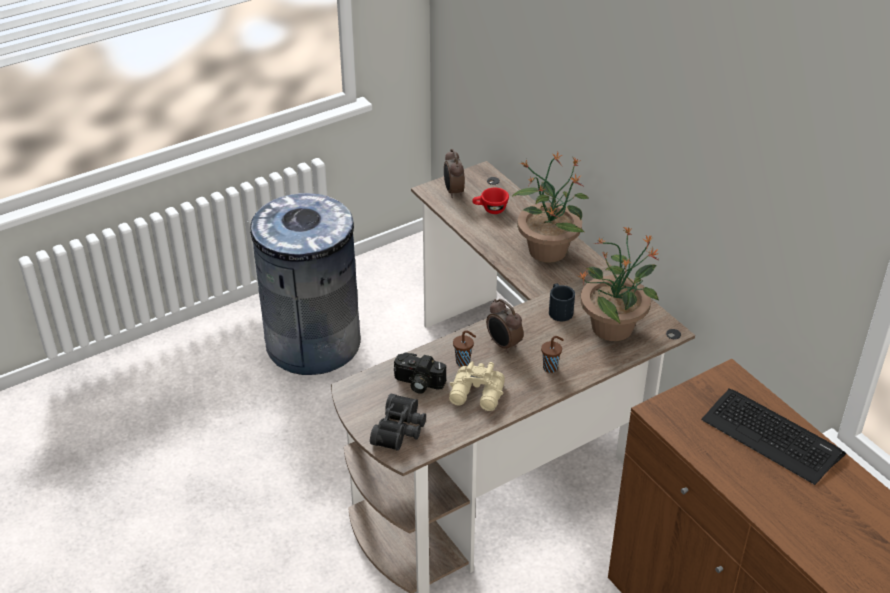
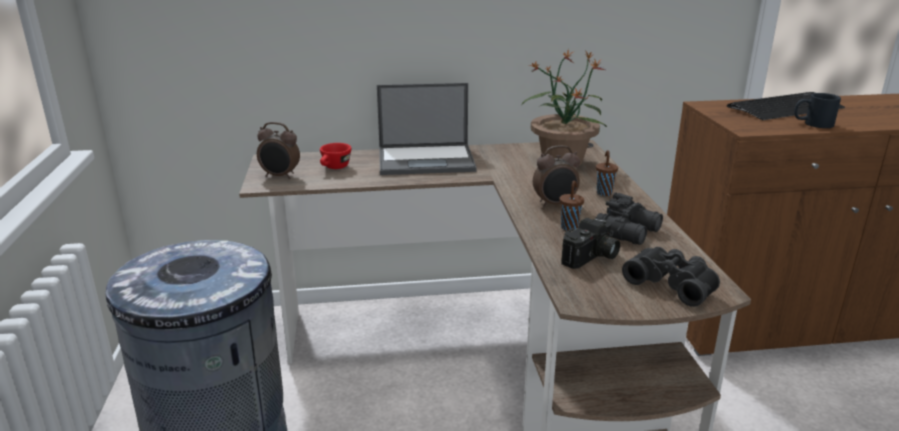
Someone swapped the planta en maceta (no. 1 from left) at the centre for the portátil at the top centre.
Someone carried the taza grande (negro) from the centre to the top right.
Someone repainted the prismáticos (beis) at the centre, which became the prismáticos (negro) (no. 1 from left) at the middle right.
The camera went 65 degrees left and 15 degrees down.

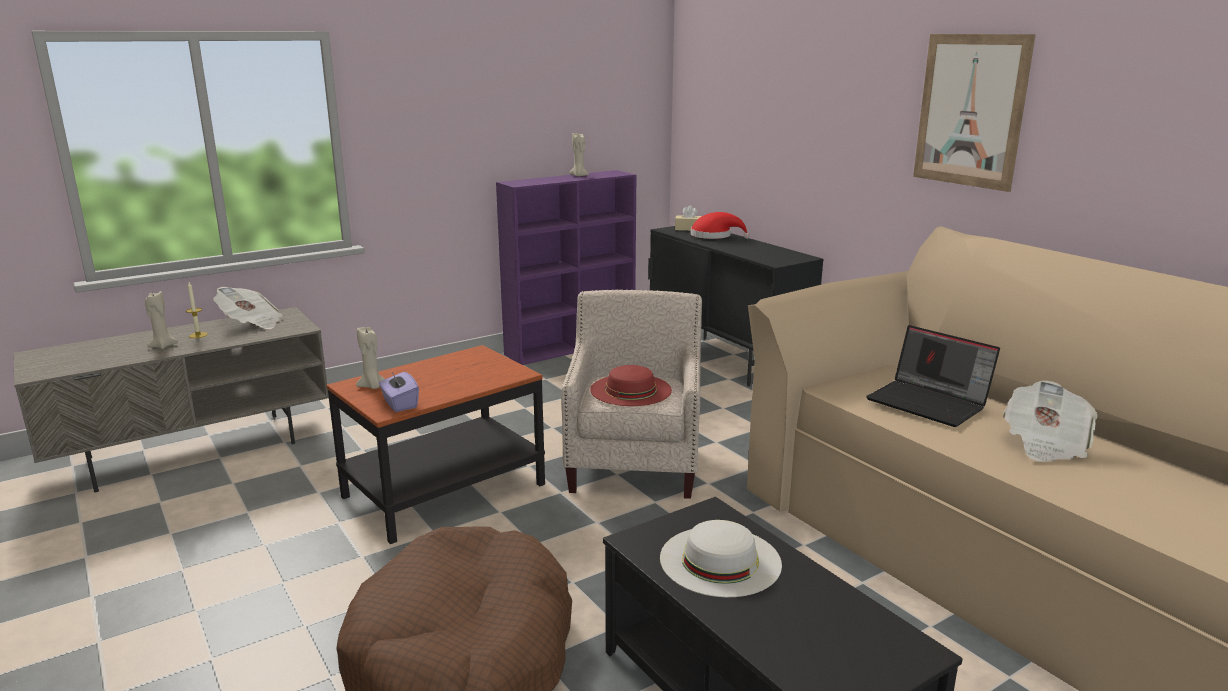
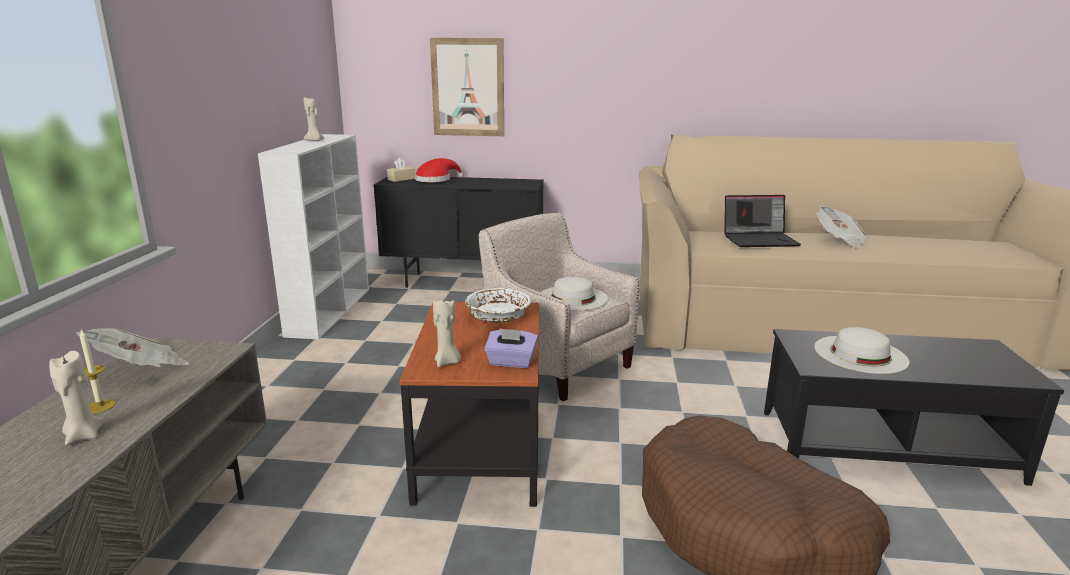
Someone carried the cuadro from the top right to the top centre.
Someone repainted the estantería (morado) at the centre, which became the estantería (blanco) at the middle left.
Someone repainted the sombrero (rojo) (no. 1 from left) at the centre, which became the sombrero (blanco) (no. 1 from left) at the centre.
Someone put down the cuenco (blanco) at the centre.
The camera went 50 degrees left and 0 degrees up.

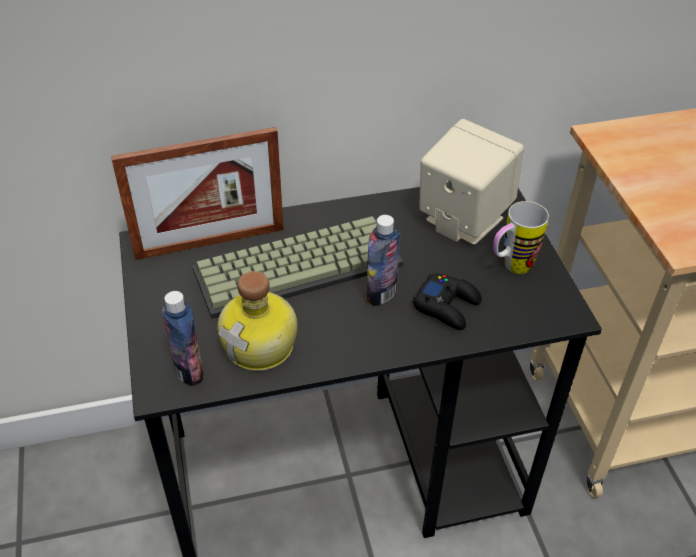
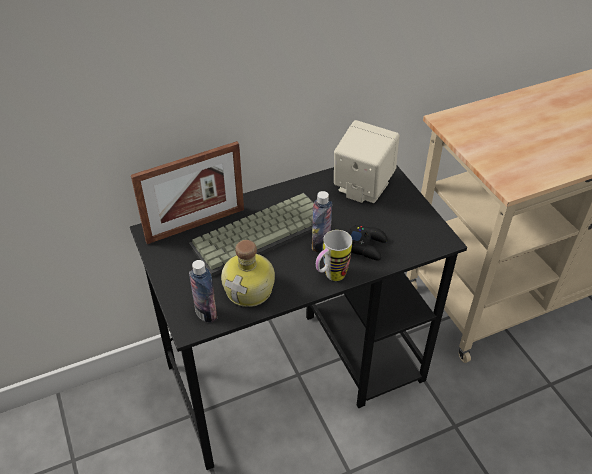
Someone carried the taza grande from the middle right to the centre.
The camera went 10 degrees left and 0 degrees up.

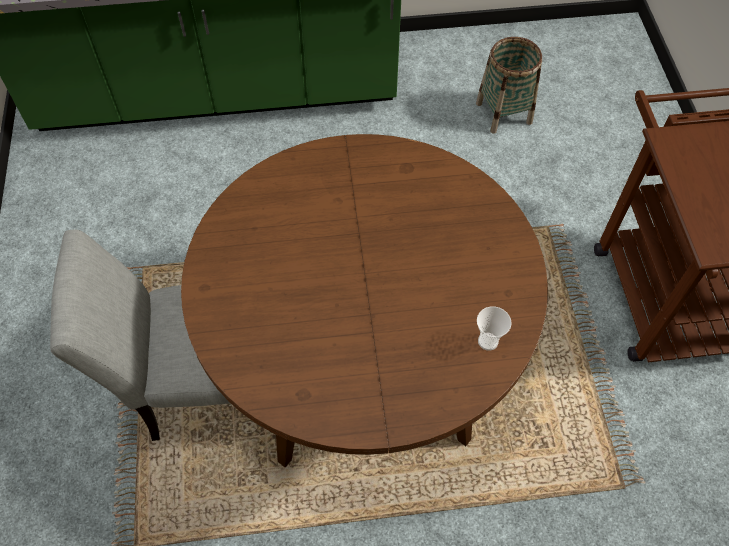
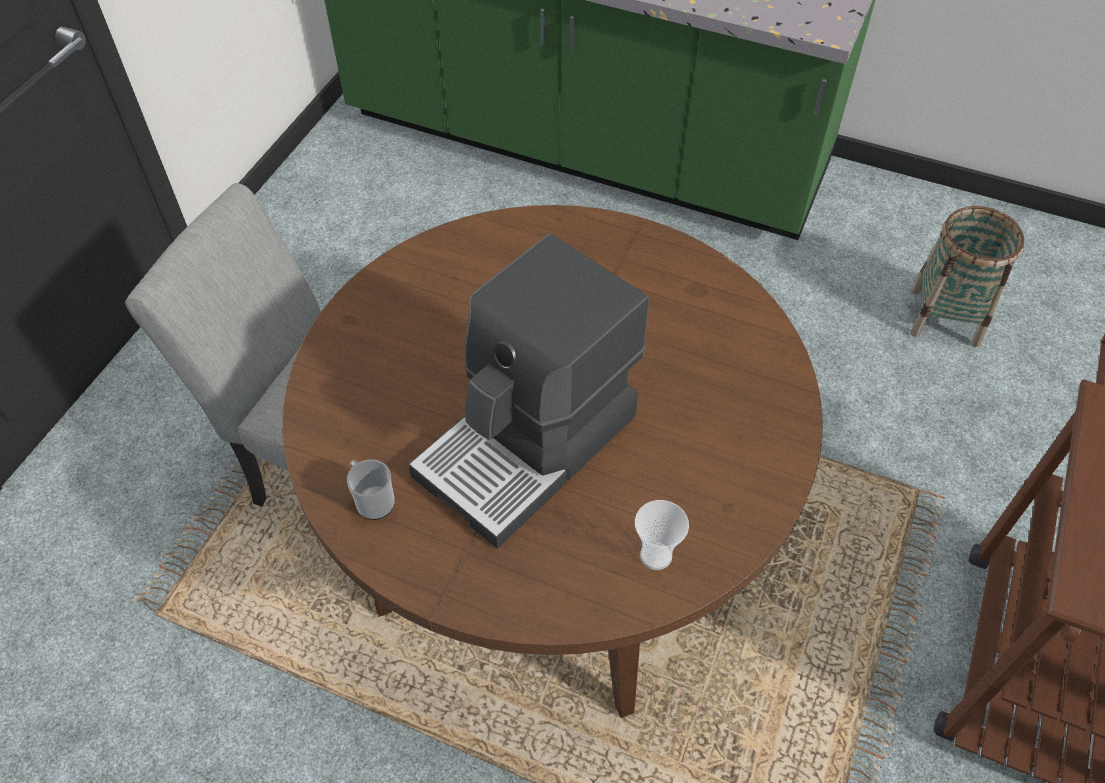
Someone put down the cafetera at the centre.
Someone put down the taza grande at the centre.
The camera went 30 degrees right and 5 degrees down.

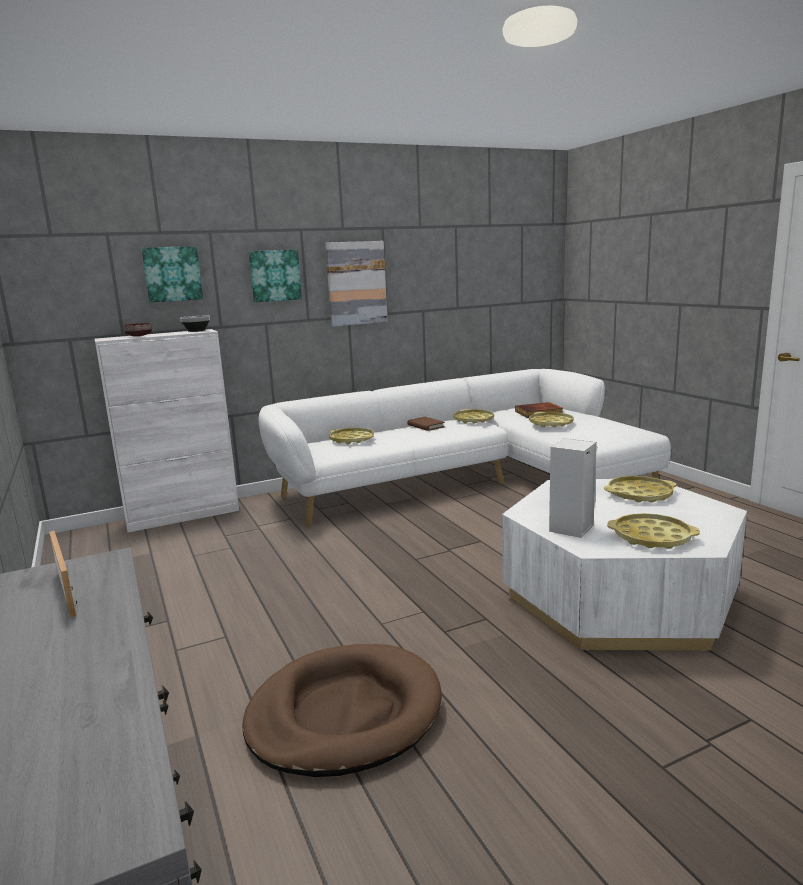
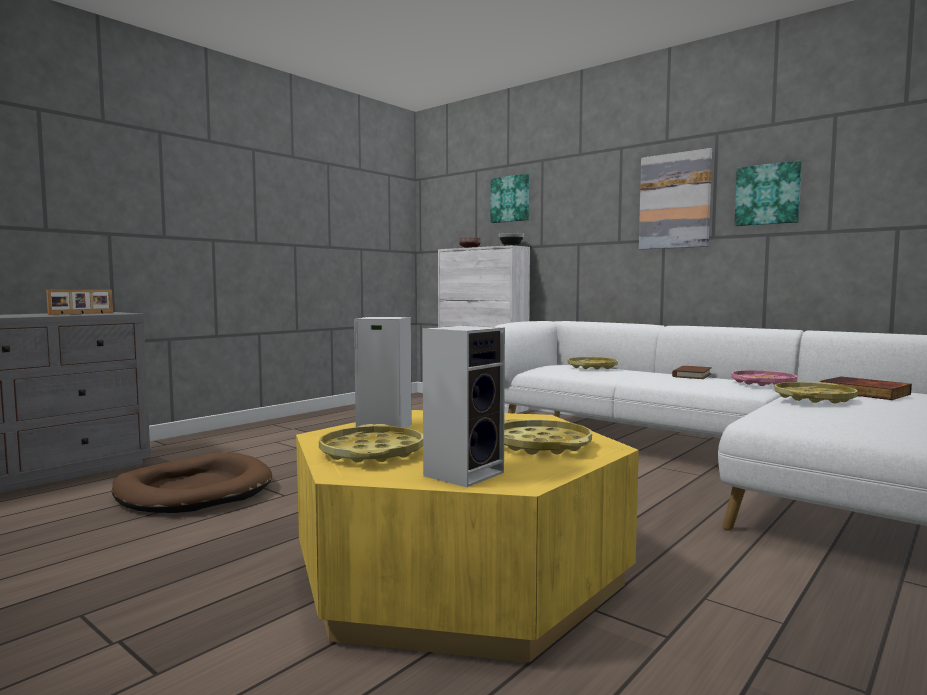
Someone carried the cuadro (no. 2 from left in the first image) from the top centre to the top right.
Someone repainted the bandeja (amarillo) (no. 2 from left) at the centre, which became the bandeja (rosa) at the middle right.
Someone repainted the mesa de centro (blanco) at the middle right, which became the mesa de centro (amarillo) at the bottom centre.
Someone put down the altavoz (no. 2 from left) at the centre.
The camera went 65 degrees right and 10 degrees down.

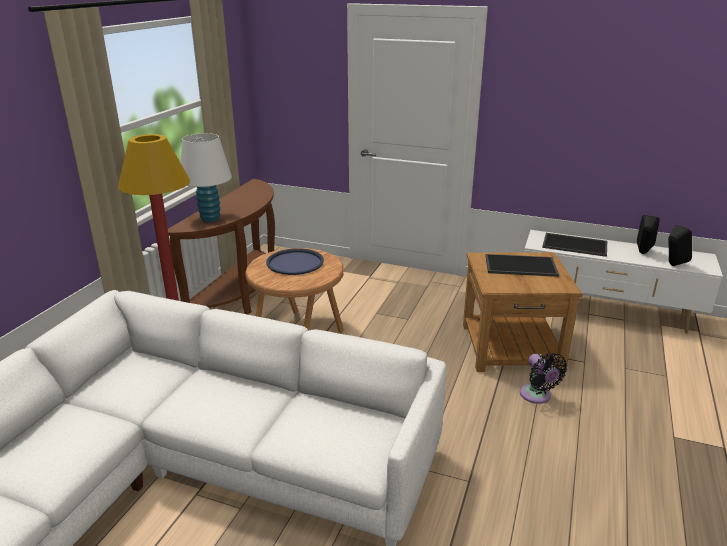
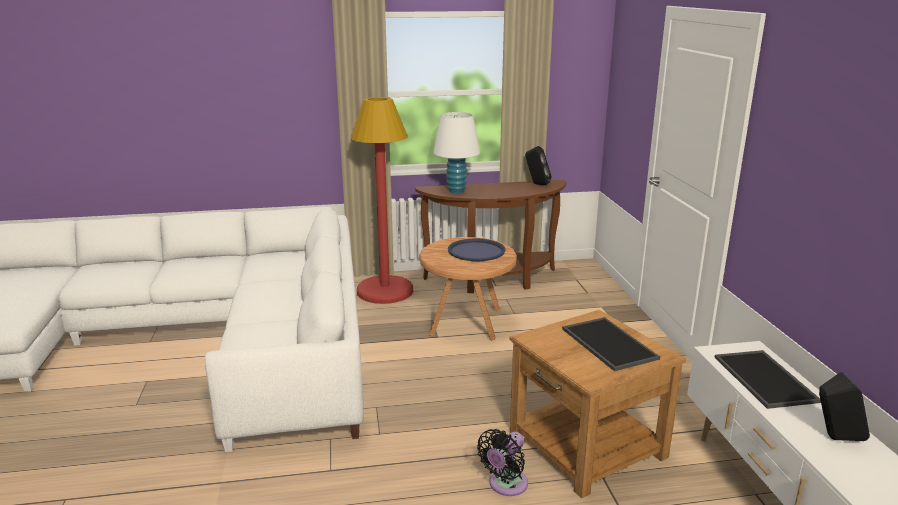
Someone carried the altavoz (negro) (no. 2 from left in the first image) from the middle right to the top centre.
The camera went 60 degrees right and 5 degrees down.

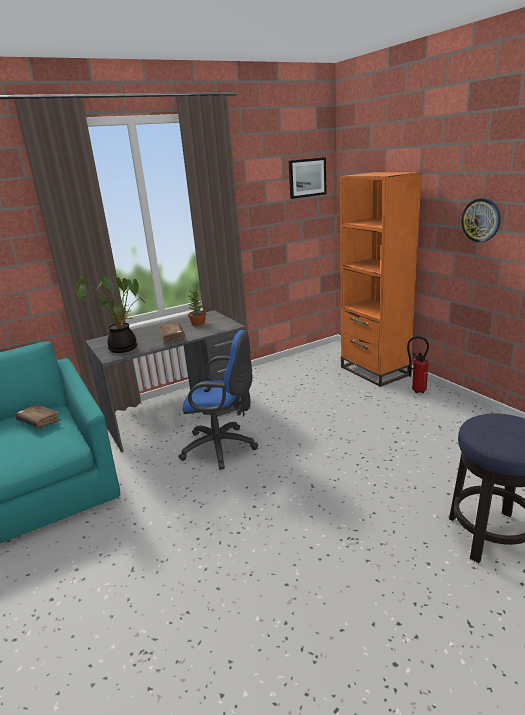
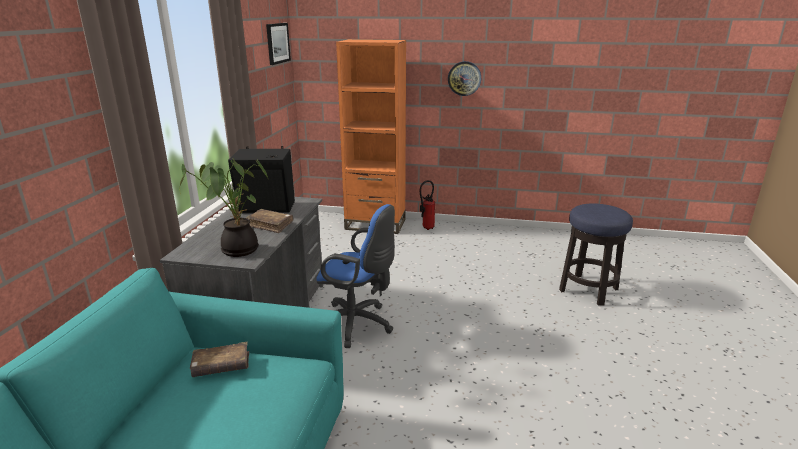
Someone swapped the planta en maceta (no. 2 from left) at the centre for the altavoz (negro) at the middle left.
Someone rotated the silla de oficina (azul) at the centre by 60 degrees clockwise.
The camera went 50 degrees left and 0 degrees up.

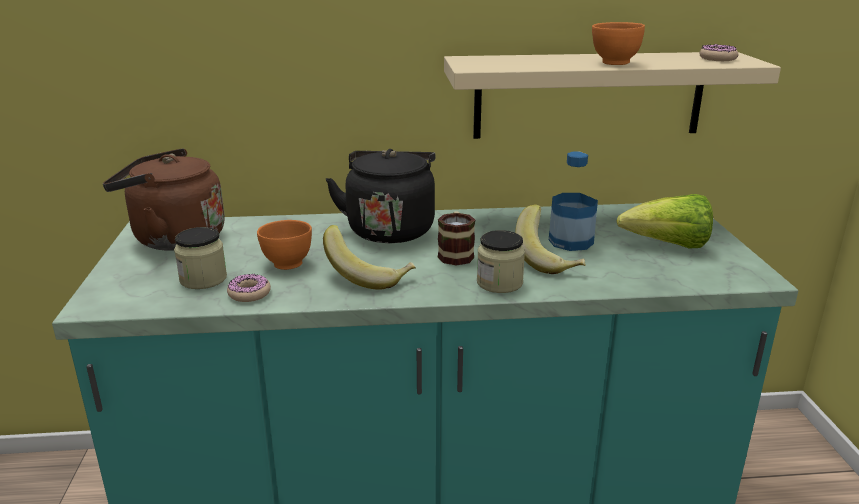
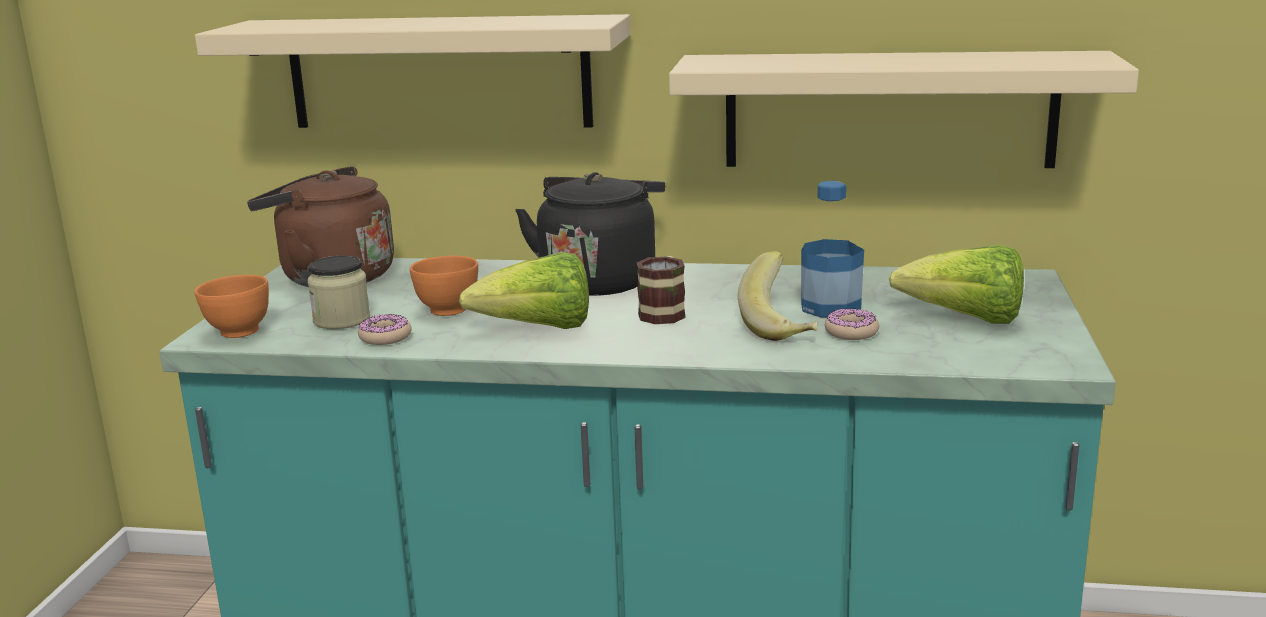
Someone carried the cuenco (naranja) (no. 2 from left in the first image) from the top right to the middle left.
Someone carried the rosquilla (no. 2 from left) from the top right to the middle right.
Someone swapped the plátano (no. 1 from left) at the centre for the lechuga (no. 1 from left) at the centre.
Someone took away the tarro (no. 2 from left) at the centre.
Someone put up the estante (beis) (no. 1 from left) at the top left.
The camera went 15 degrees right and 5 degrees down.

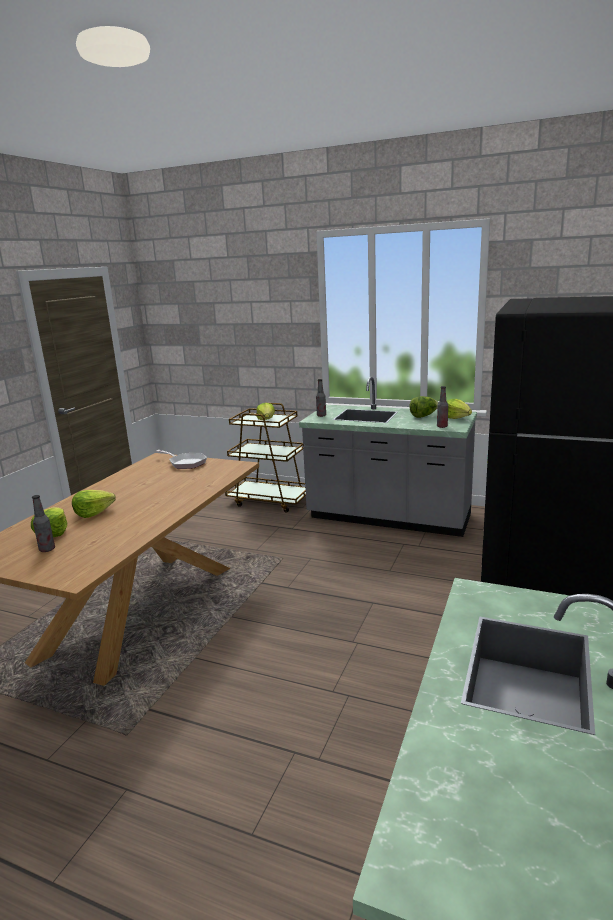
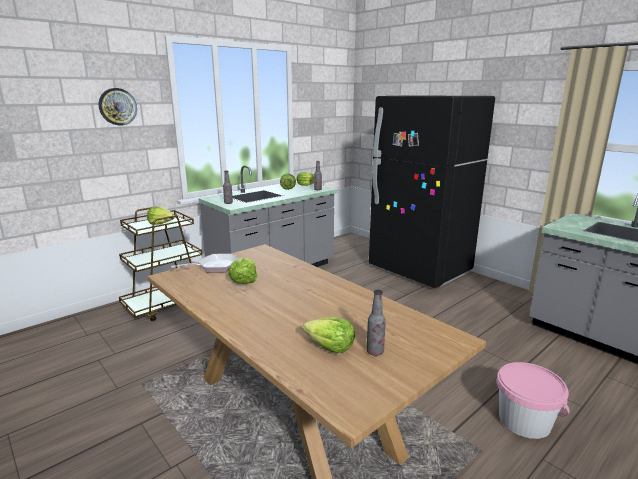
Someone carried the lechuga (no. 2 from left) from the middle left to the centre.
Someone put up the reloj de pared at the top left.
Someone put down the cubo (rosa) at the bottom right.
The camera went 65 degrees left and 0 degrees up.

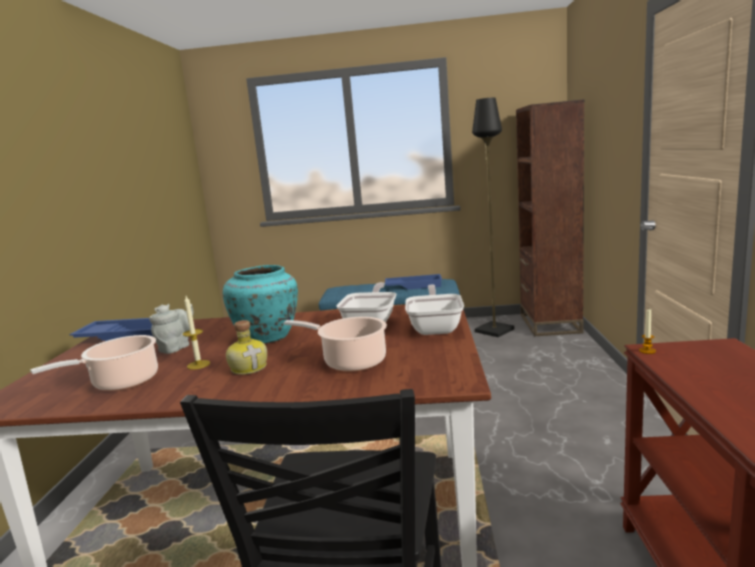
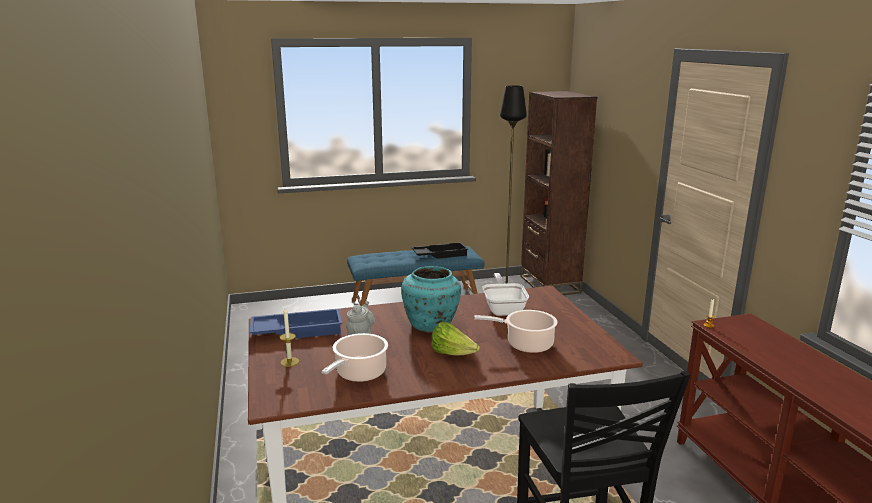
Someone repainted the bandeja (azul) (no. 2 from left) at the centre, which became the bandeja (negro) at the centre.
Someone took away the sartén (no. 2 from left) at the centre.
Someone carried the vela (no. 1 from left) from the middle left to the bottom left.
Someone swapped the botella at the middle left for the lechuga at the bottom centre.
The camera went 20 degrees left and 5 degrees up.

